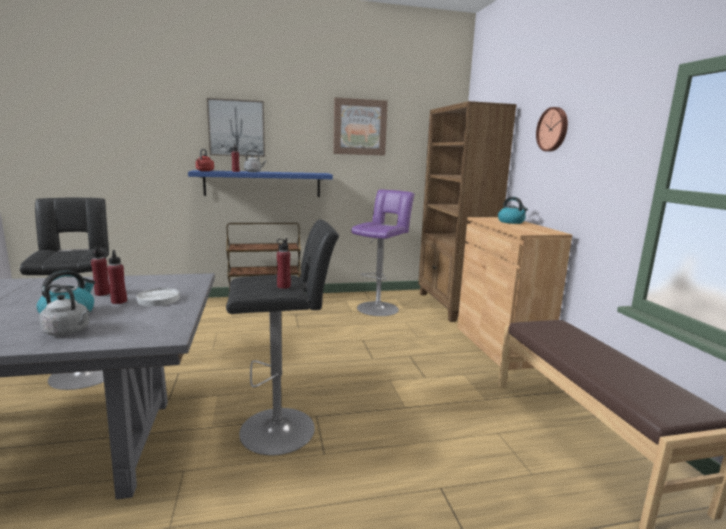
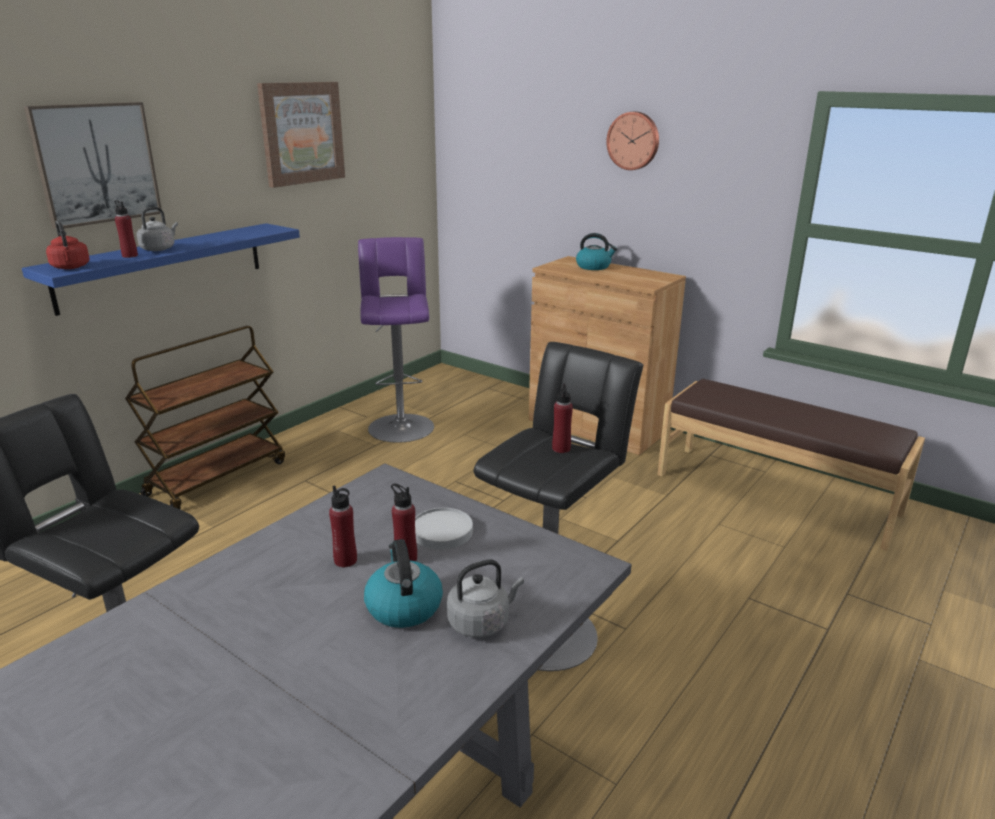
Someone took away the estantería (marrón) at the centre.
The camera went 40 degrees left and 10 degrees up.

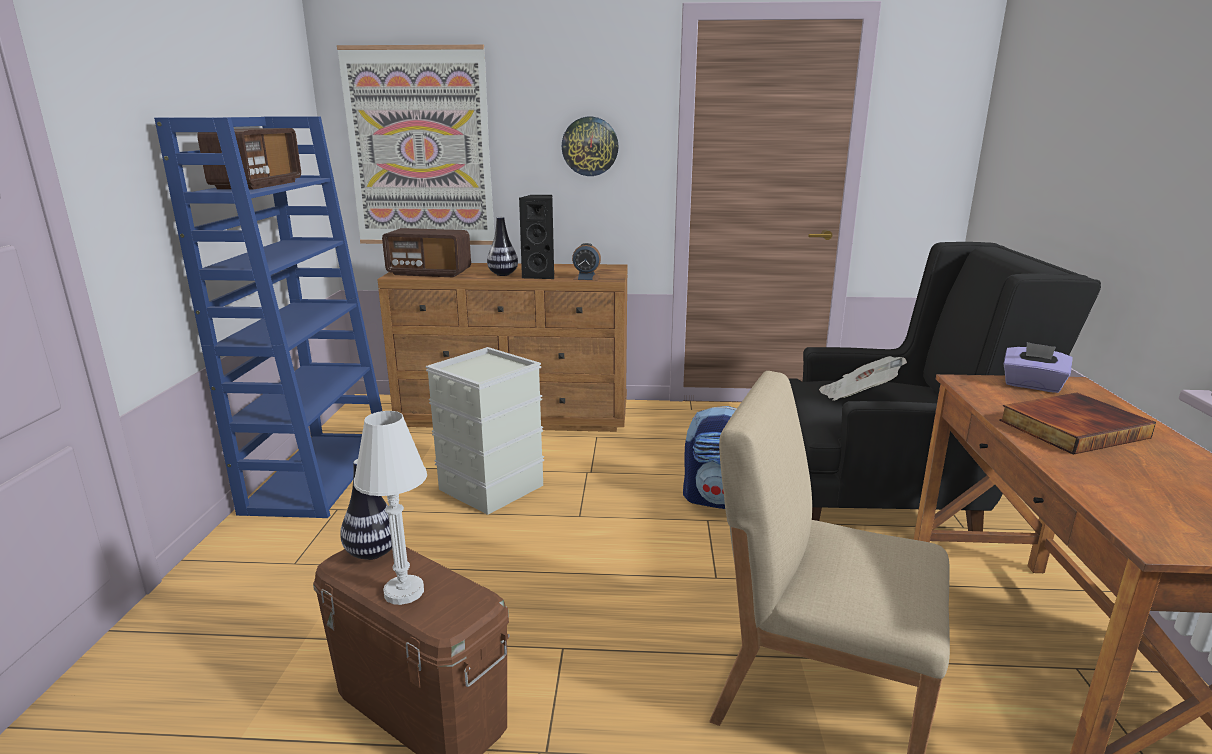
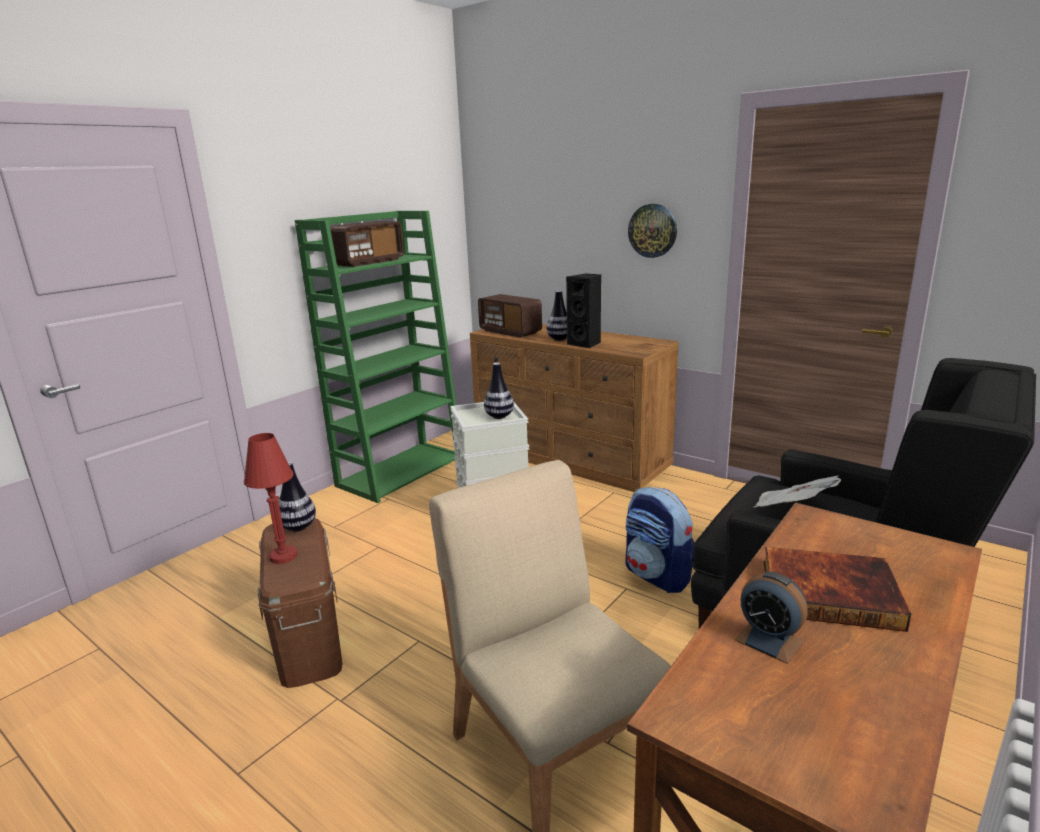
Someone took away the cuadro at the top centre.
Someone repainted the estantería (azul) at the middle left, which became the estantería (verde) at the centre.
Someone carried the despertador from the centre to the bottom right.
Someone took away the caja de pañuelos (morado) at the middle right.
Someone repainted the lámpara de mesa (blanco) at the bottom left, which became the lámpara de mesa (rojo) at the middle left.
Someone put down the florero (no. 2 from left) at the centre.
The camera went 35 degrees right and 0 degrees up.

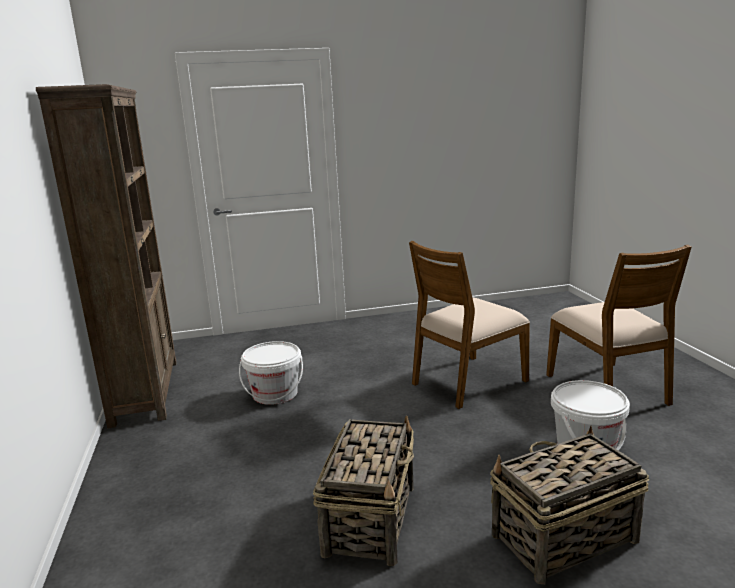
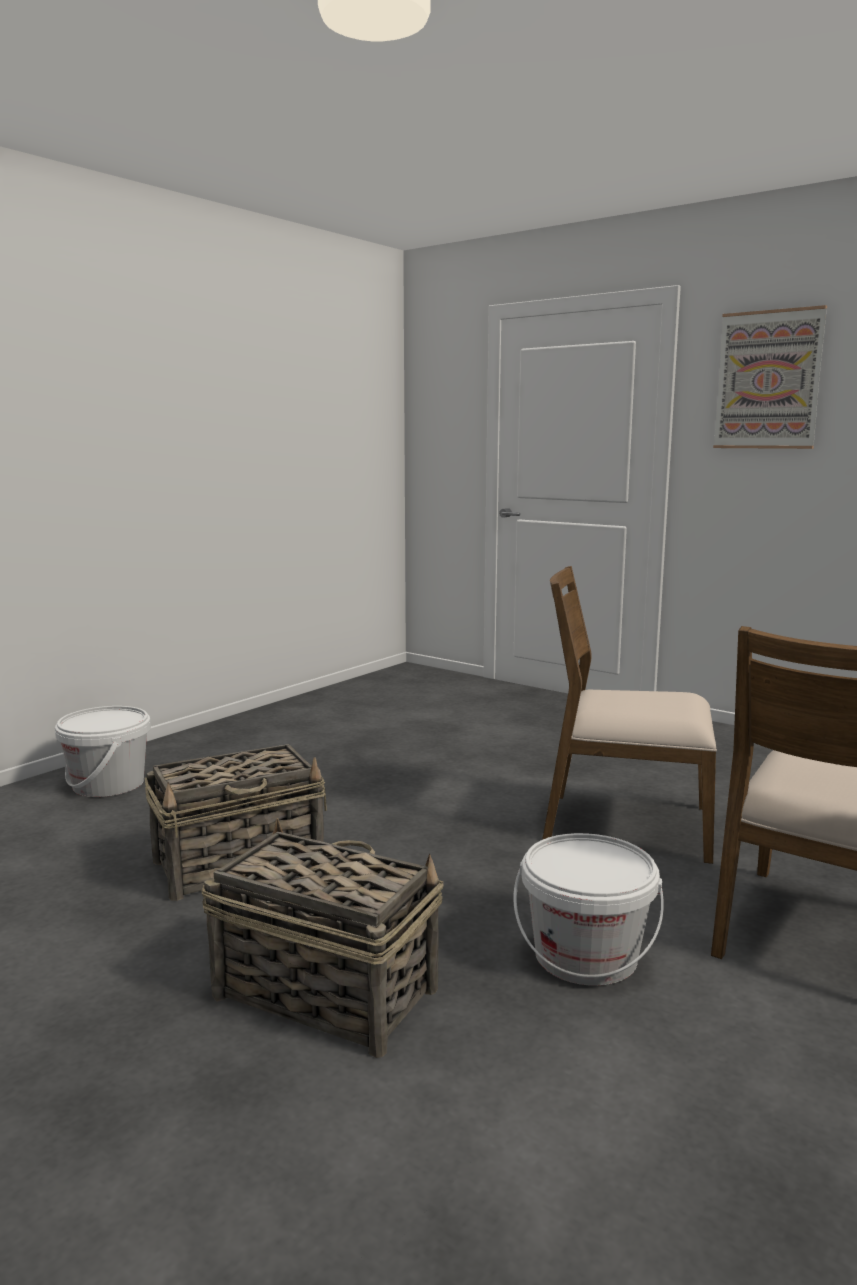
Someone took away the estantería (marrón) at the middle left.
Someone carried the cubo (blanco) (no. 1 from left) from the centre to the middle left.
Someone put up the cuadro at the top right.
The camera went 50 degrees right and 5 degrees down.

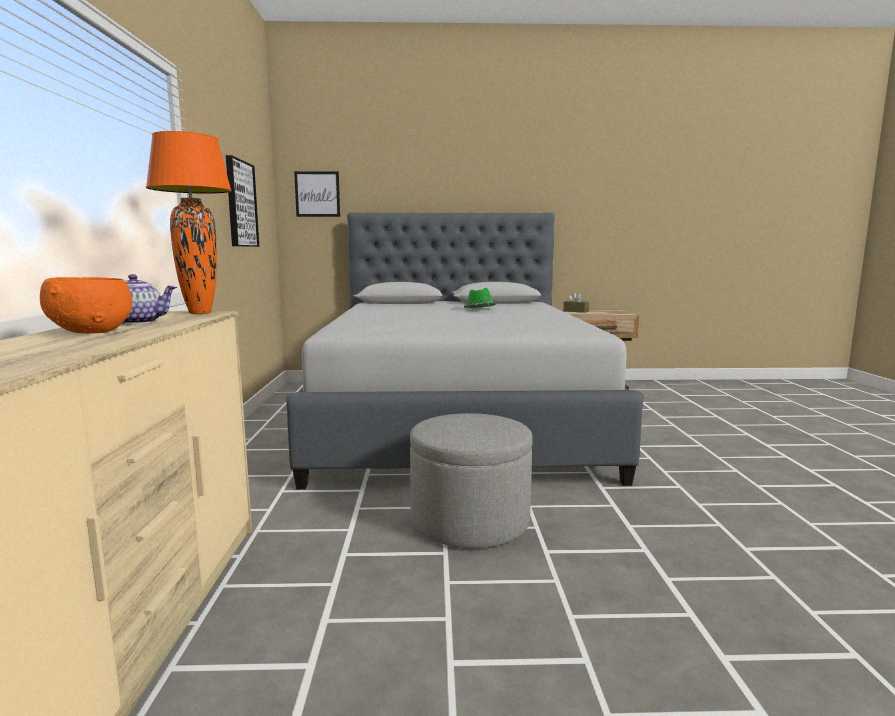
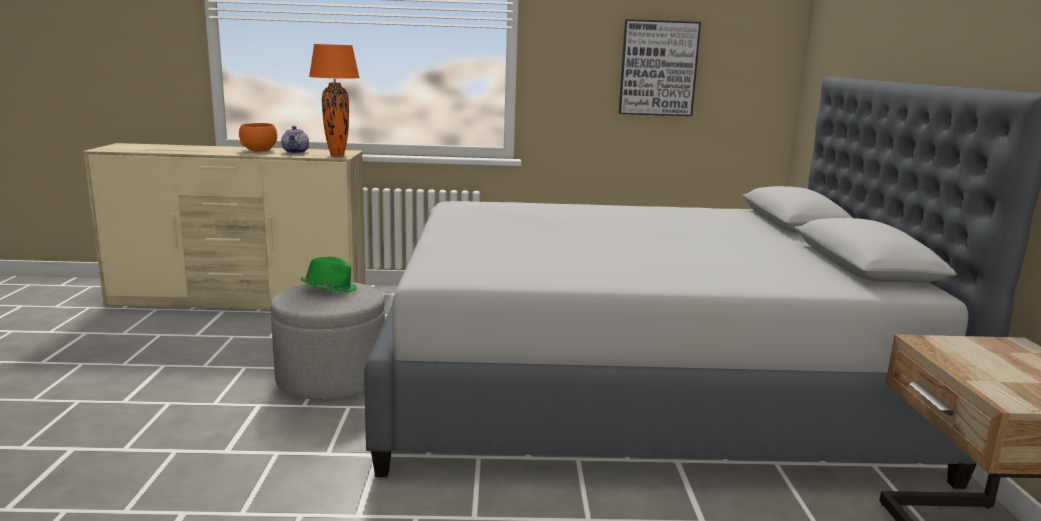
Someone took away the cuadro (no. 2 from left) at the top centre.
Someone carried the sombrero (verde) from the centre to the middle left.
Someone took away the caja de pañuelos (marrón) at the centre.
The camera went 90 degrees right and 5 degrees up.

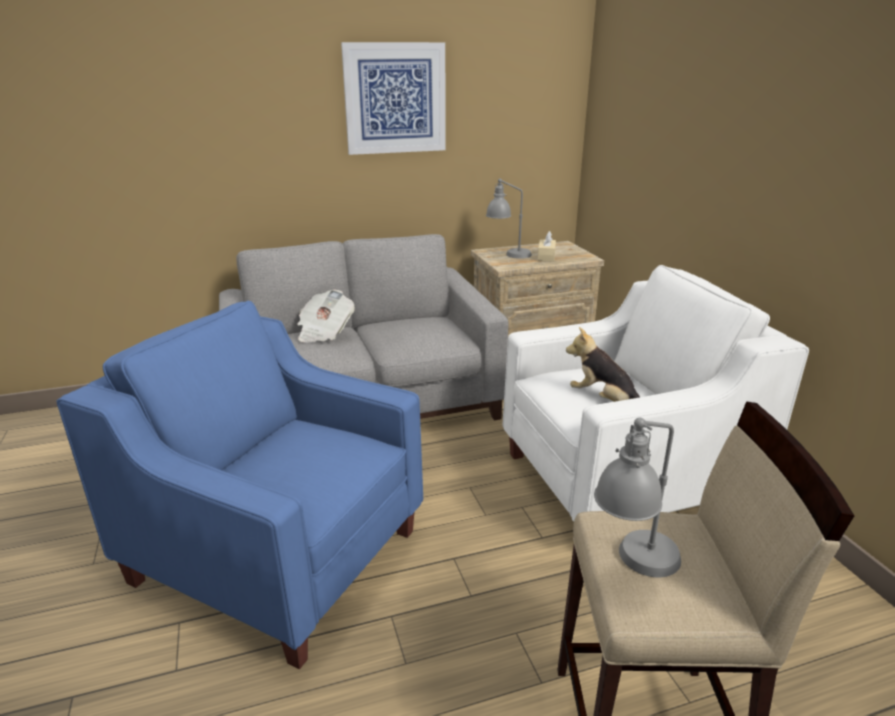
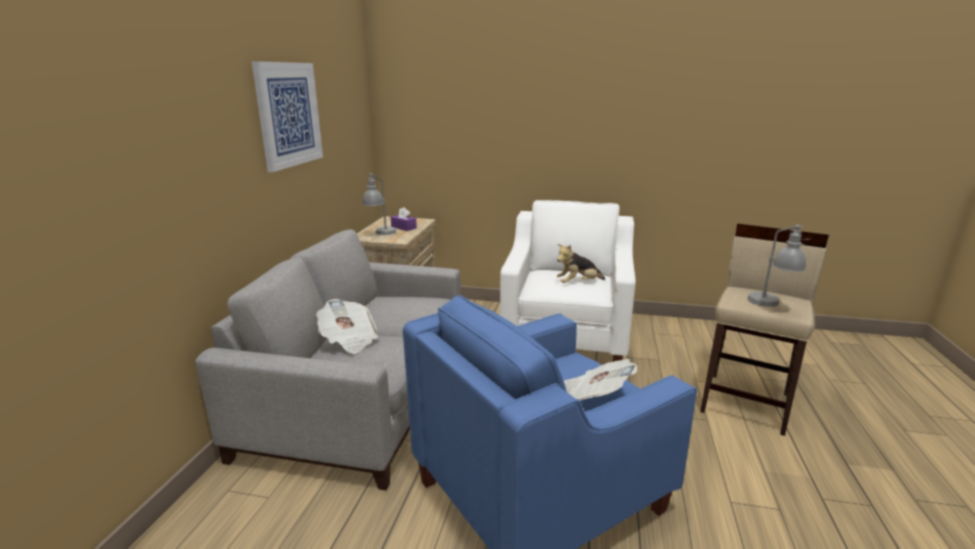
Someone repainted the caja de pañuelos (beis) at the centre, which became the caja de pañuelos (morado) at the centre.
Someone put down the periódico (no. 2 from left) at the bottom centre.
The camera went 60 degrees left and 5 degrees down.

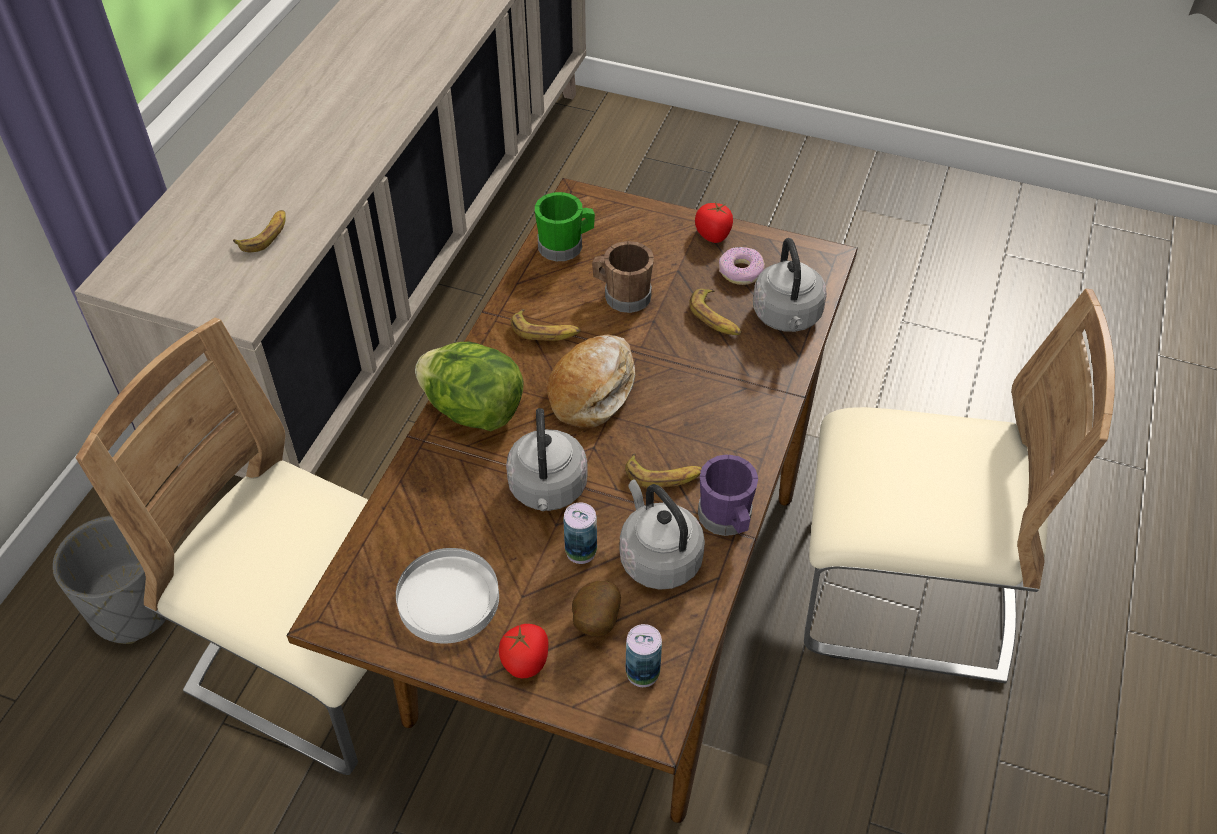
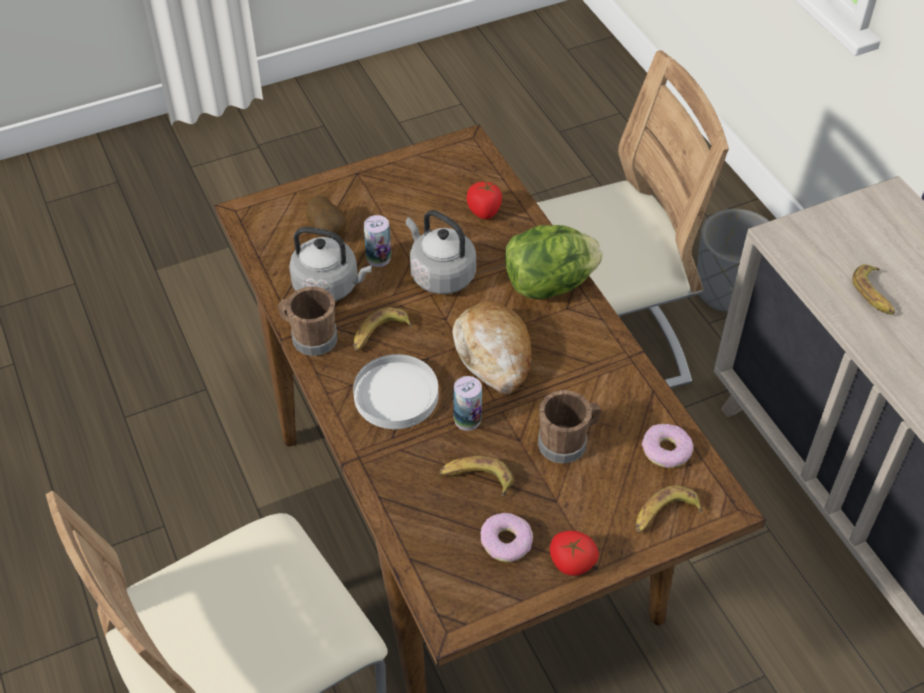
Someone swapped the taza grande (verde) at the top centre for the rosquilla (no. 2 from left) at the middle right.
Someone took away the hervidor (gris) (no. 3 from left) at the centre.
Someone carried the plátano (no. 2 from left in the first image) from the centre to the bottom right.
Someone repainted the taza grande (morado) at the centre, which became the taza grande (marrón) (no. 1 from left) at the centre.
Someone carried the plato (blanco) from the bottom centre to the centre.
Someone carried the tomate (no. 1 from left) from the bottom centre to the top centre.
Someone carried the lata (no. 2 from left) from the bottom centre to the centre.
The camera went 135 degrees right and 0 degrees up.

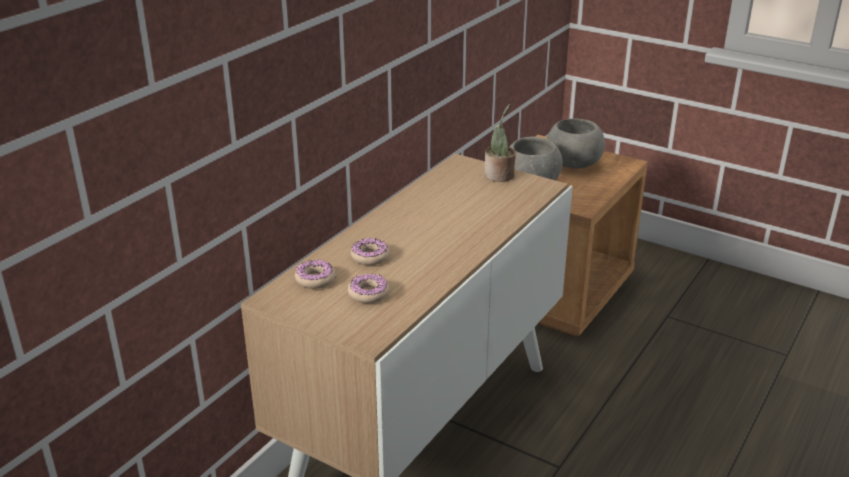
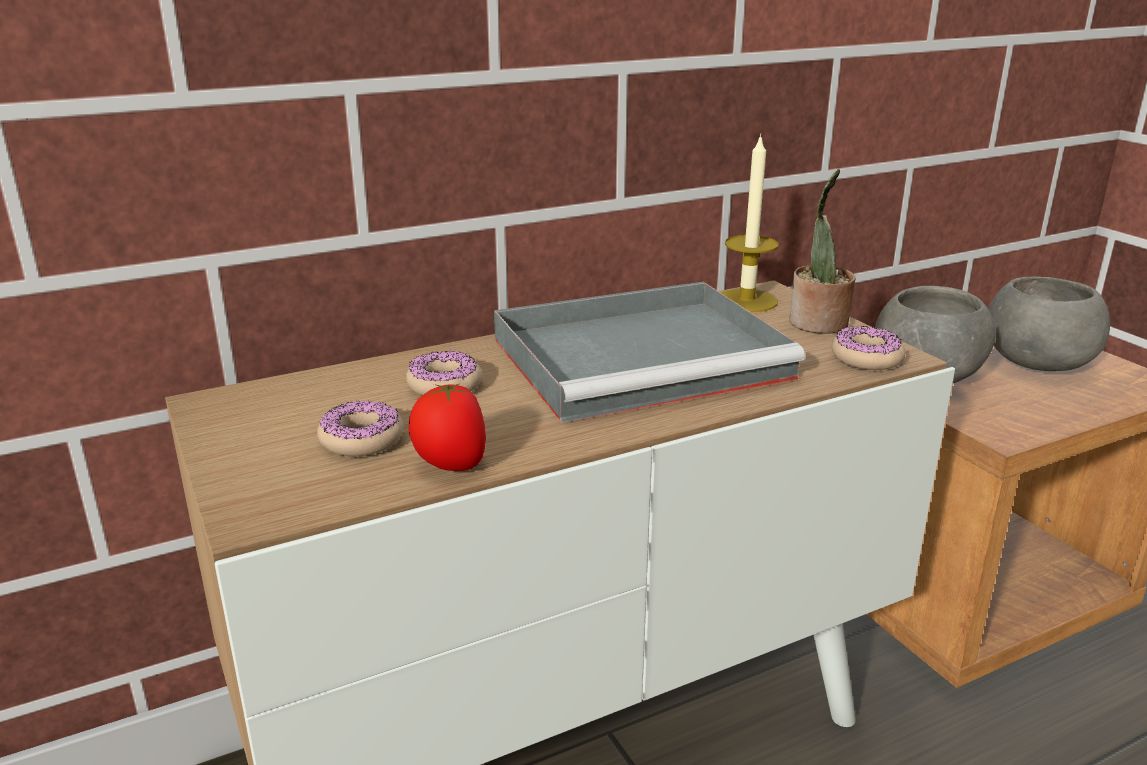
Someone carried the rosquilla (no. 1 from left in the first image) from the centre to the middle right.
Someone put down the vela at the top centre.
Someone put down the bandeja (gris) at the centre.
Someone put down the tomate at the centre.
The camera went 30 degrees right and 5 degrees down.

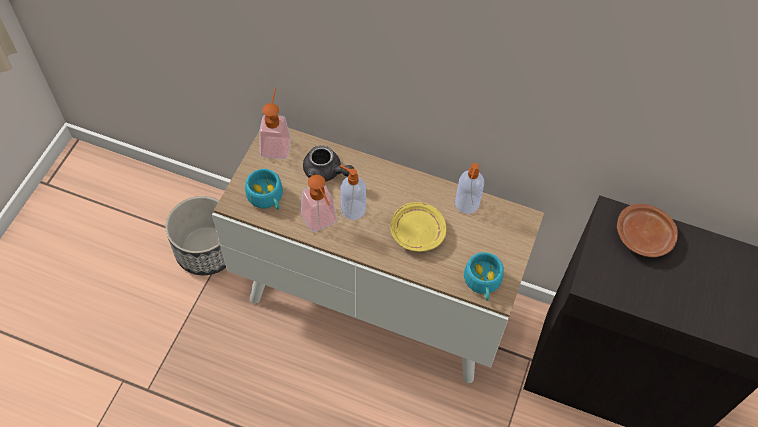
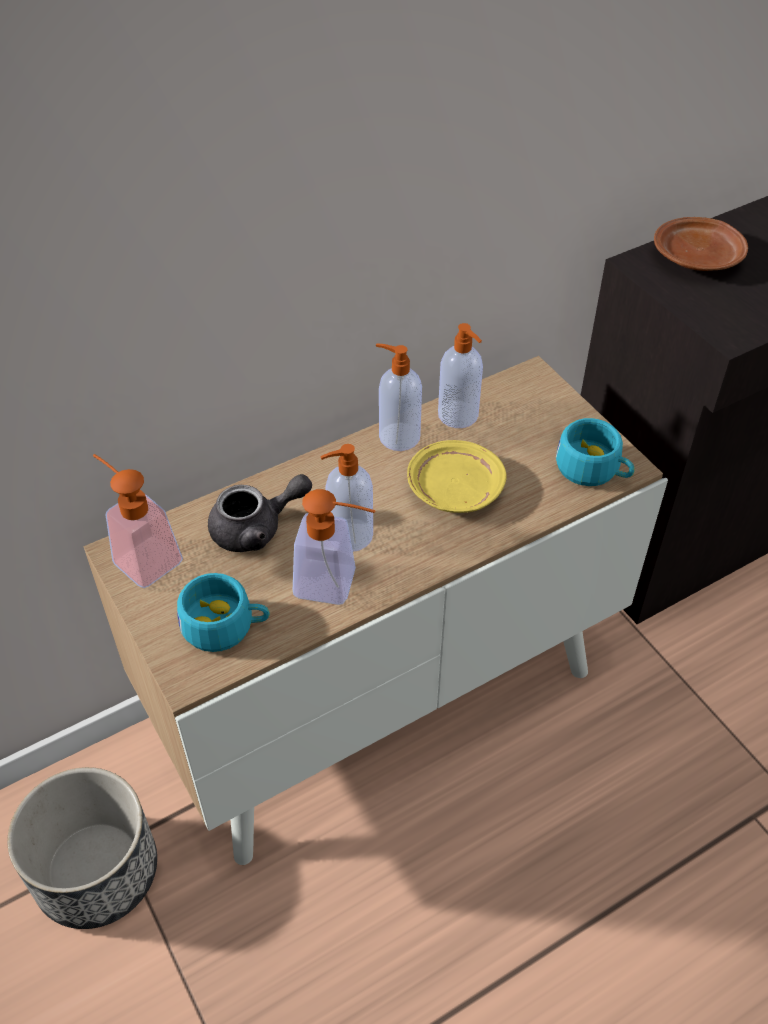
Someone put down the dispensador de jabón (no. 4 from left) at the centre.
The camera went 50 degrees left and 10 degrees down.

